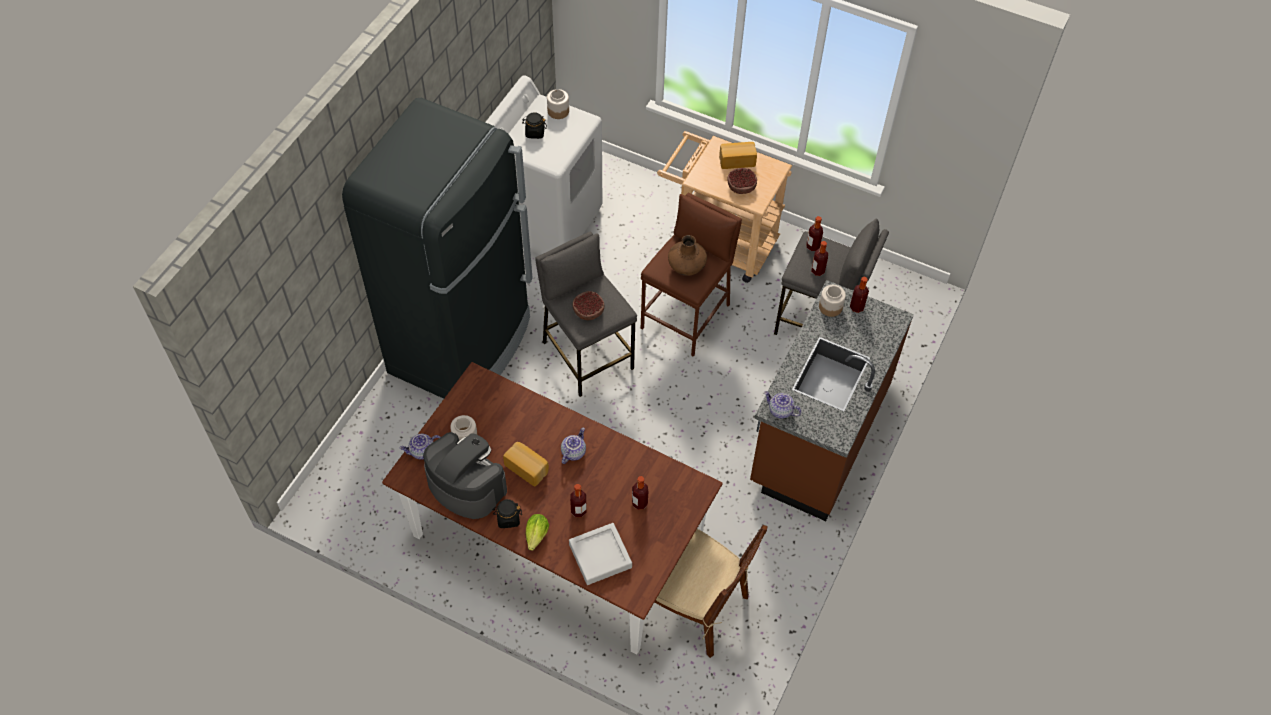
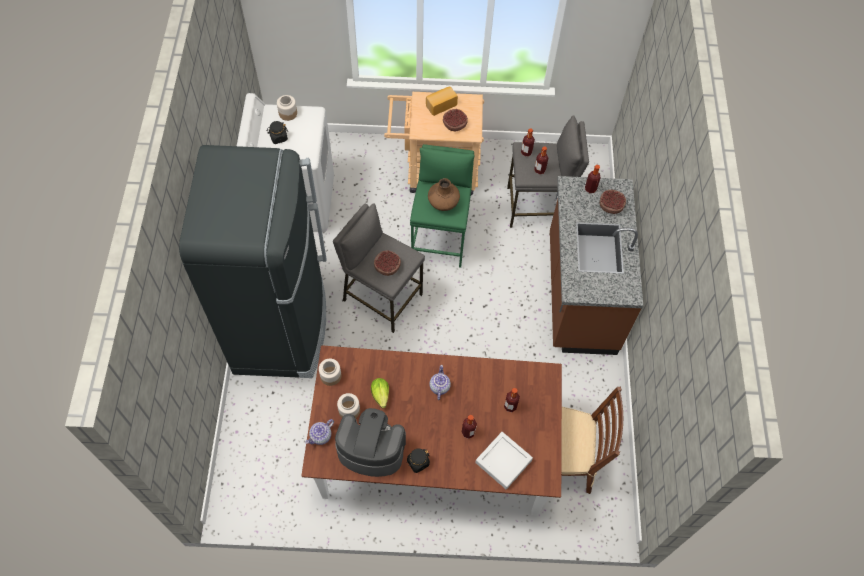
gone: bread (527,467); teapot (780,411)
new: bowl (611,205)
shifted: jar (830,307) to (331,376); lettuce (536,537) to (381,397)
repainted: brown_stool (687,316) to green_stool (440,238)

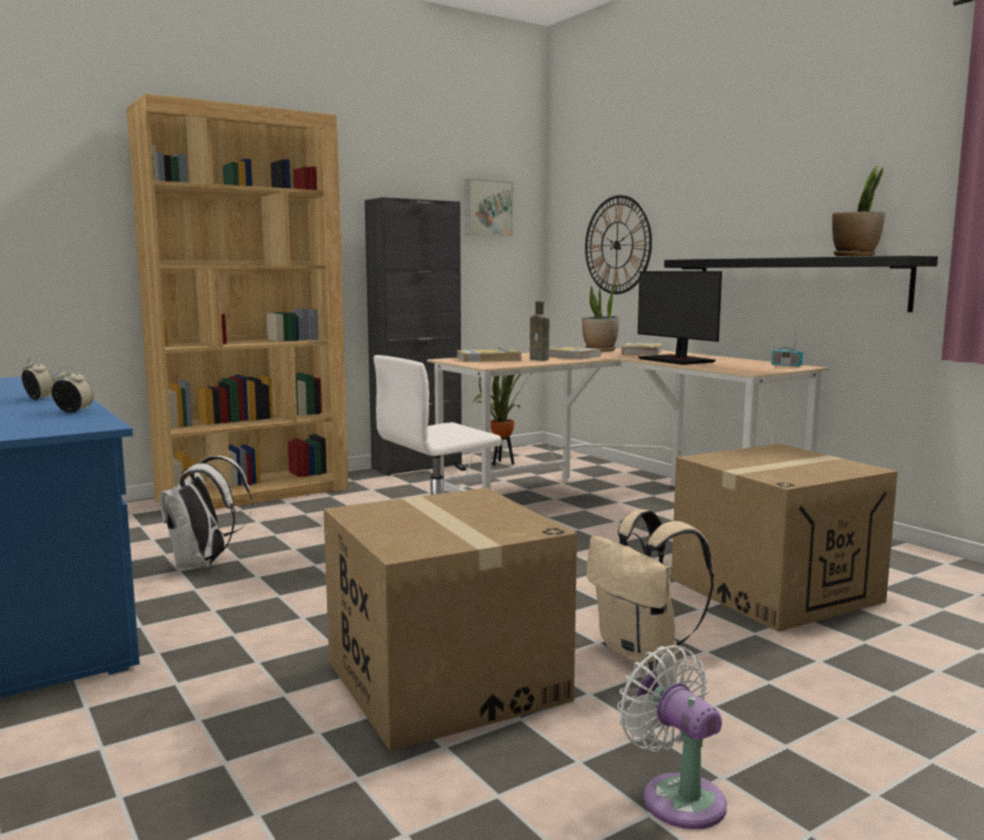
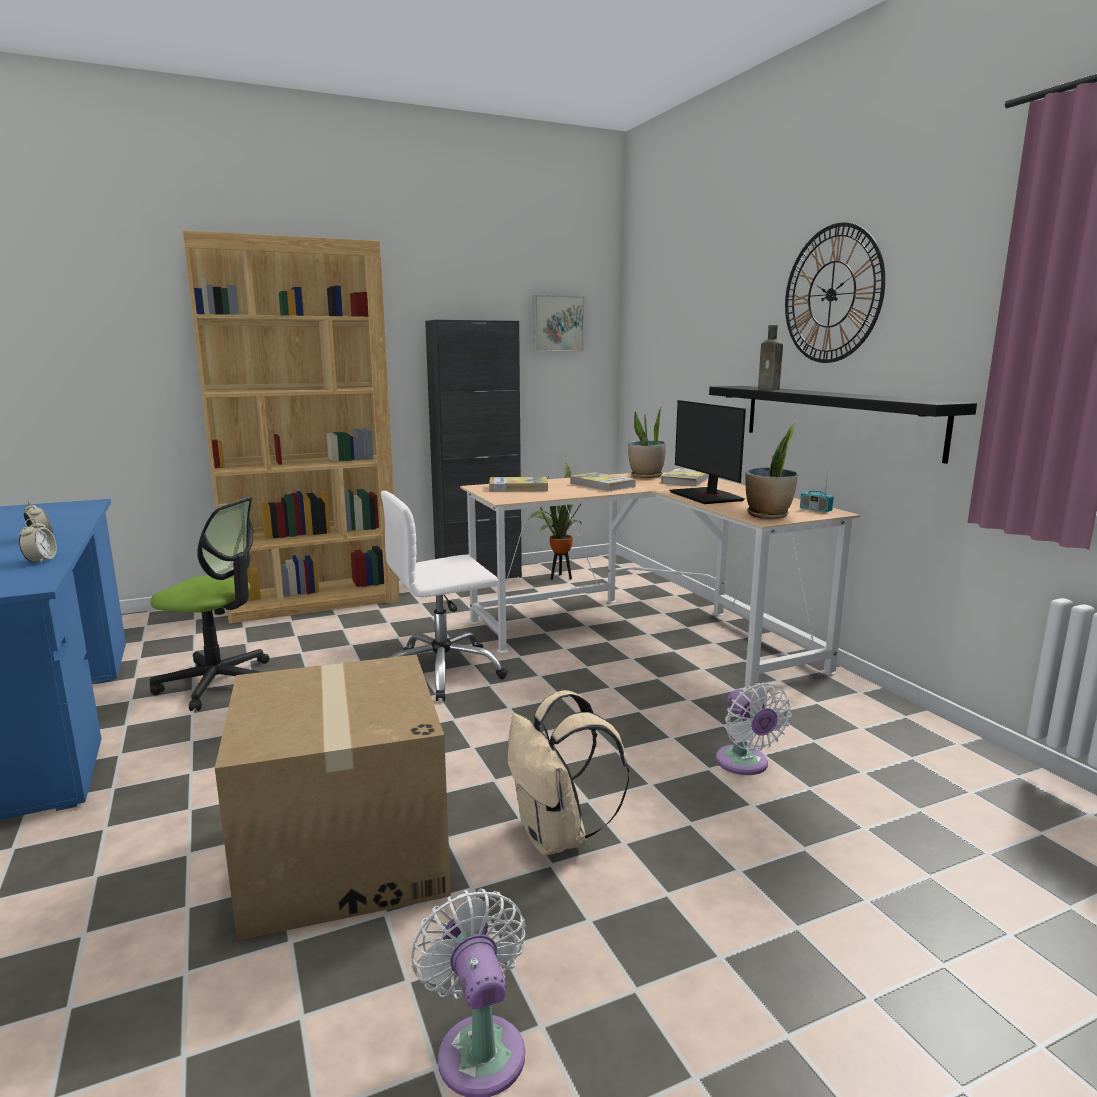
shifted: potted_plant (855,256) to (768,515); brown_bottle (540,359) to (770,389); wall_clock (617,245) to (831,294)
swapped: white_backpack (204,563) to office_chair (219,683); cardboard_box (774,590) to white_fan (744,764)
rotated: alarm_clock (74,411) = (41,561) 60 degrees clockwise

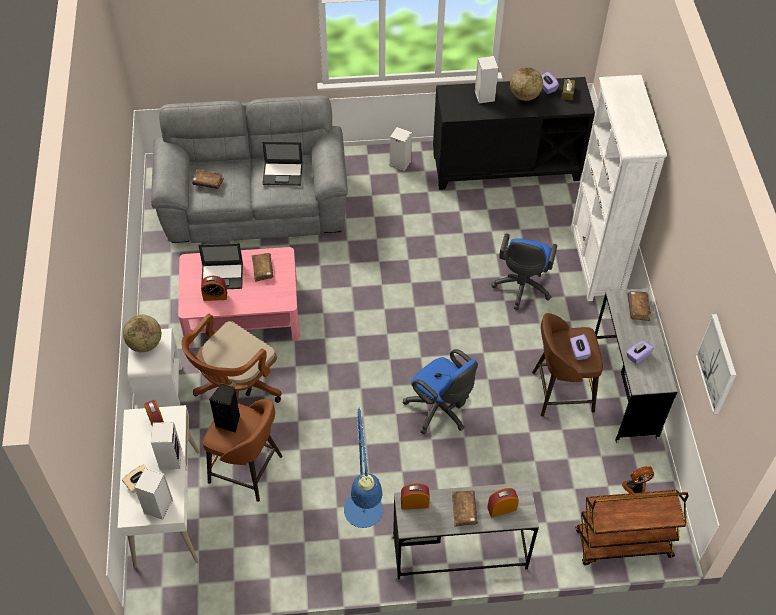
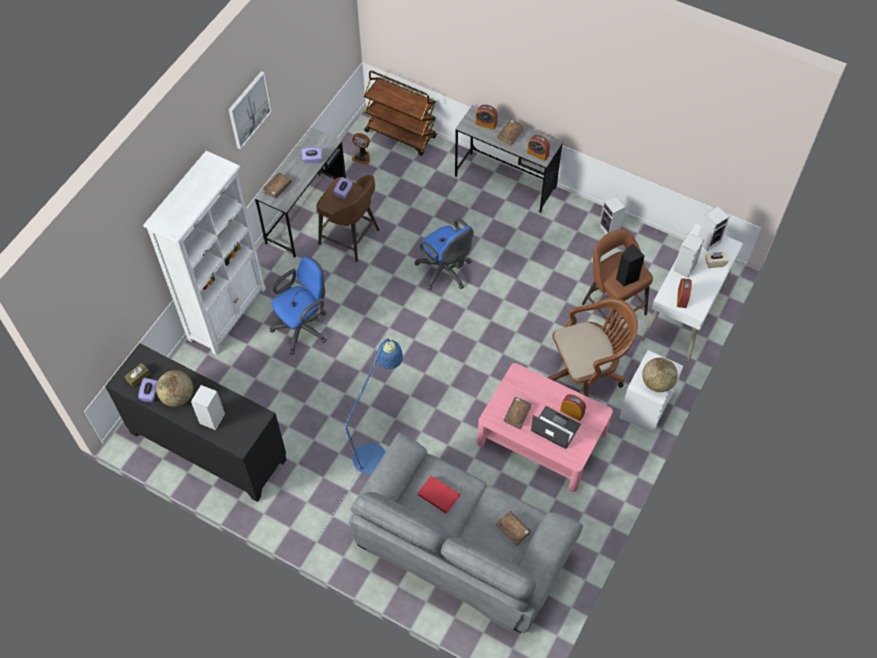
shifted: picture (717,364) to (249,109); blue_floor_lamp (364,519) to (374,450); speaker (399,163) to (610,229)
swapped: laptop (283,174) to red_book (437,496)
rotated: blue_office_chair (440,411) = (446,272) 150 degrees clockwise

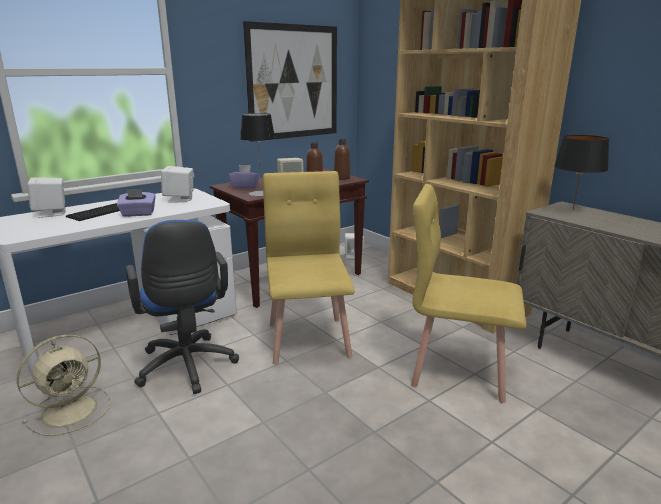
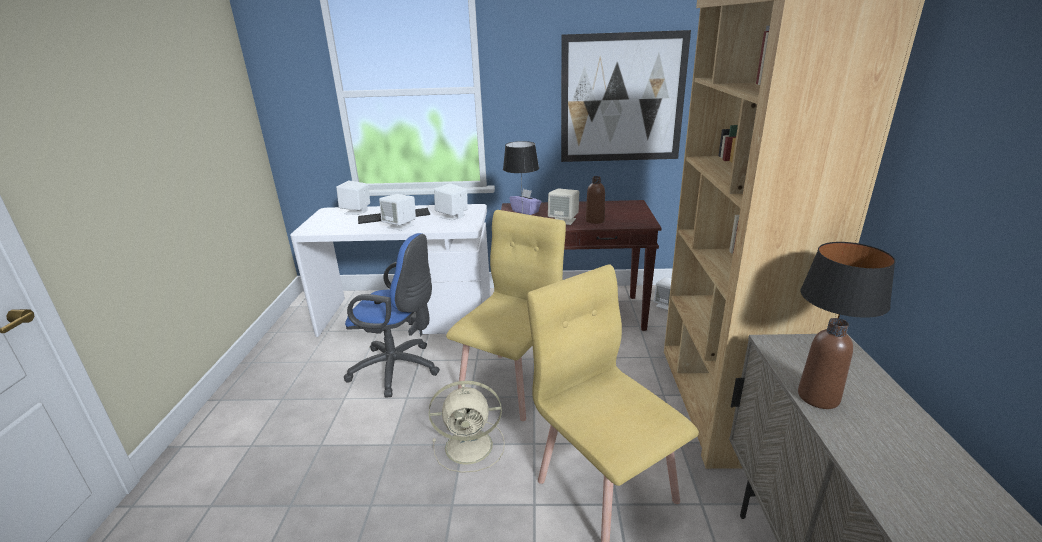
shifted: beige_fan (72,410) to (471,446); brown_bottle (342,178) to (818,397)
swapped: purple_tissue_box (138,214) to white_speaker (400,226)
rotated: blue_office_chair (187,368) = (399,369) 90 degrees counterclockwise

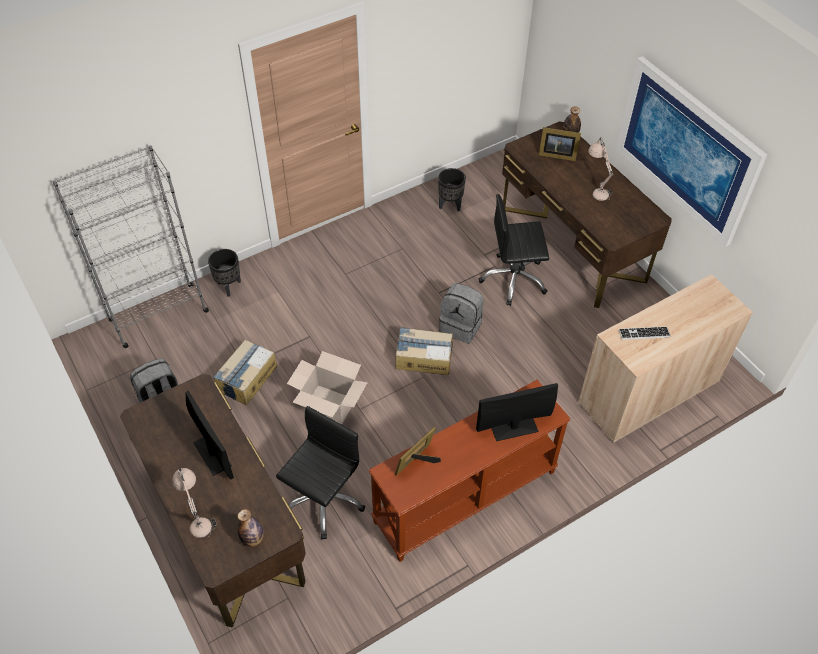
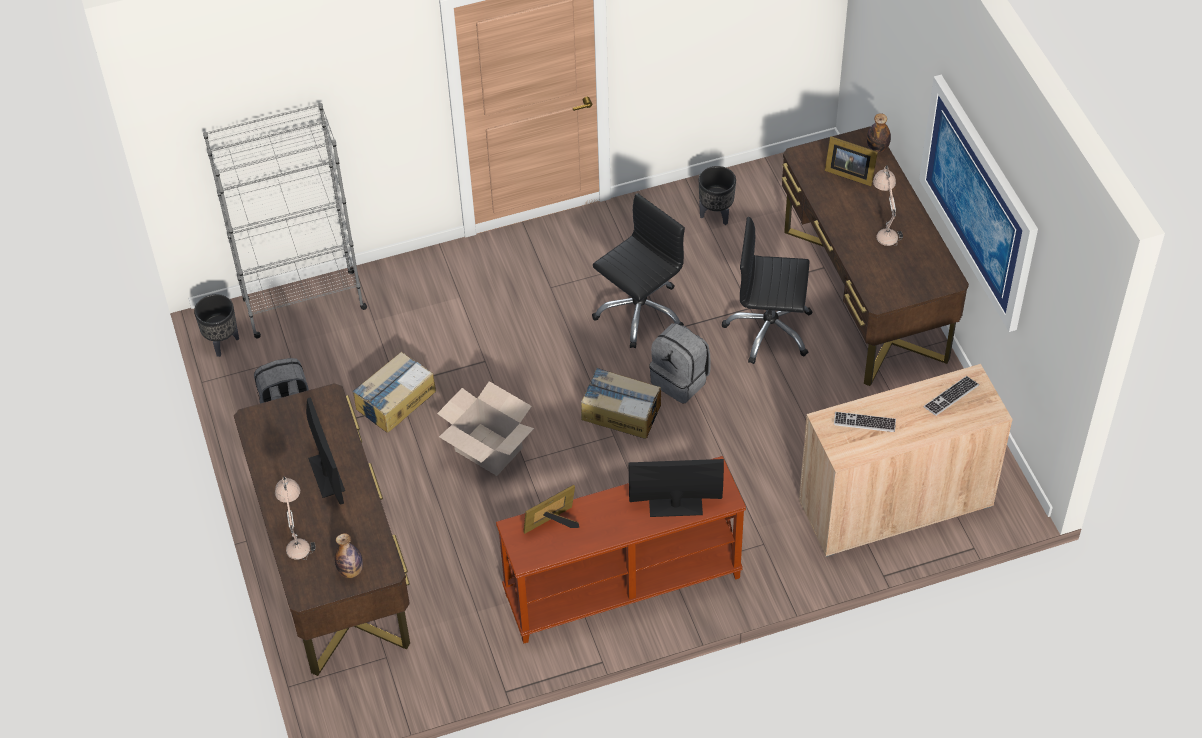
new: keyboard (951,397)
shifted: black_planter (228,286) to (222,343); black_office_chair (323,500) to (639,311)

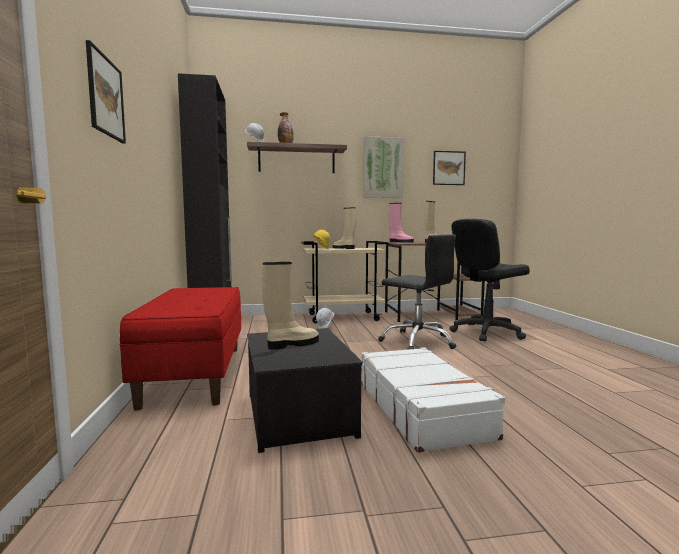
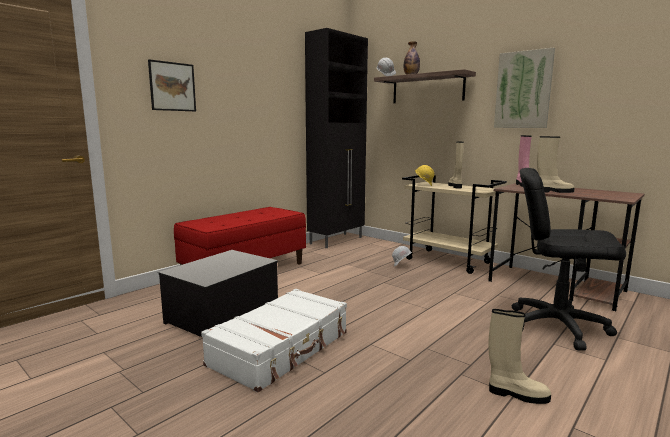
gone: black_office_chair (418,341); picture (449,168)
shifted: beige_boot (292,344) to (516,394)

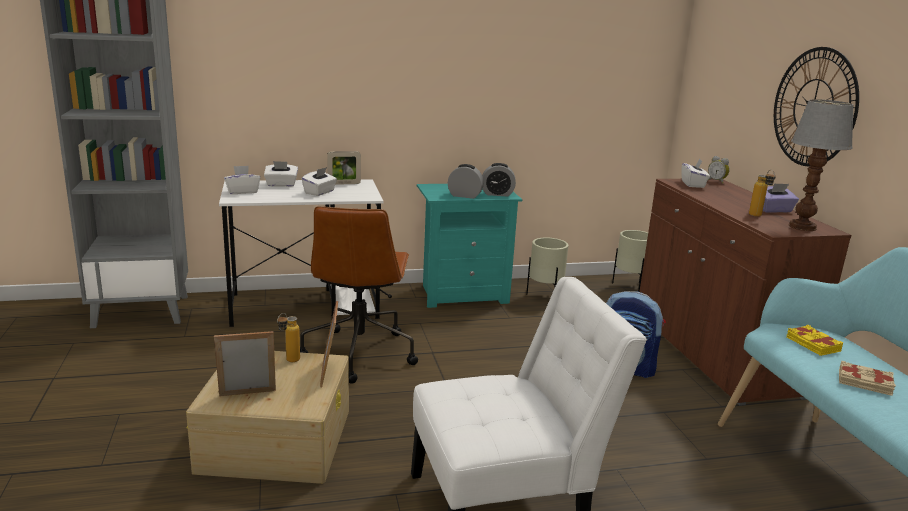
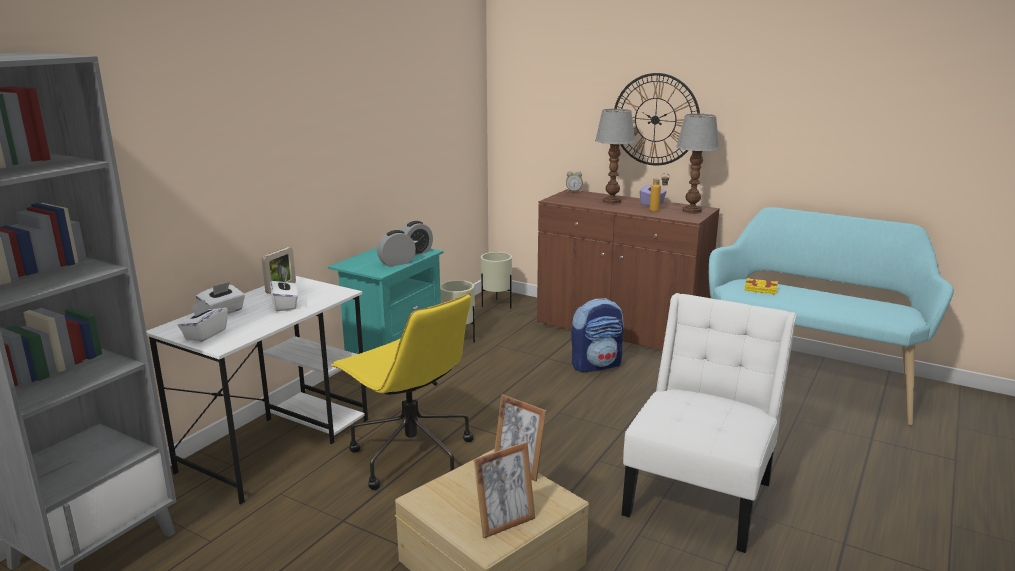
gone: bottle (288,361); white_tissue_box (693,184); beige_book (864,383)
new: table_lamp (612,201)
repainted: brown_office_chair (359,352) to yellow_office_chair (410,456)
rotated: picture_frame (247,396) = (505,523) 150 degrees counterclockwise

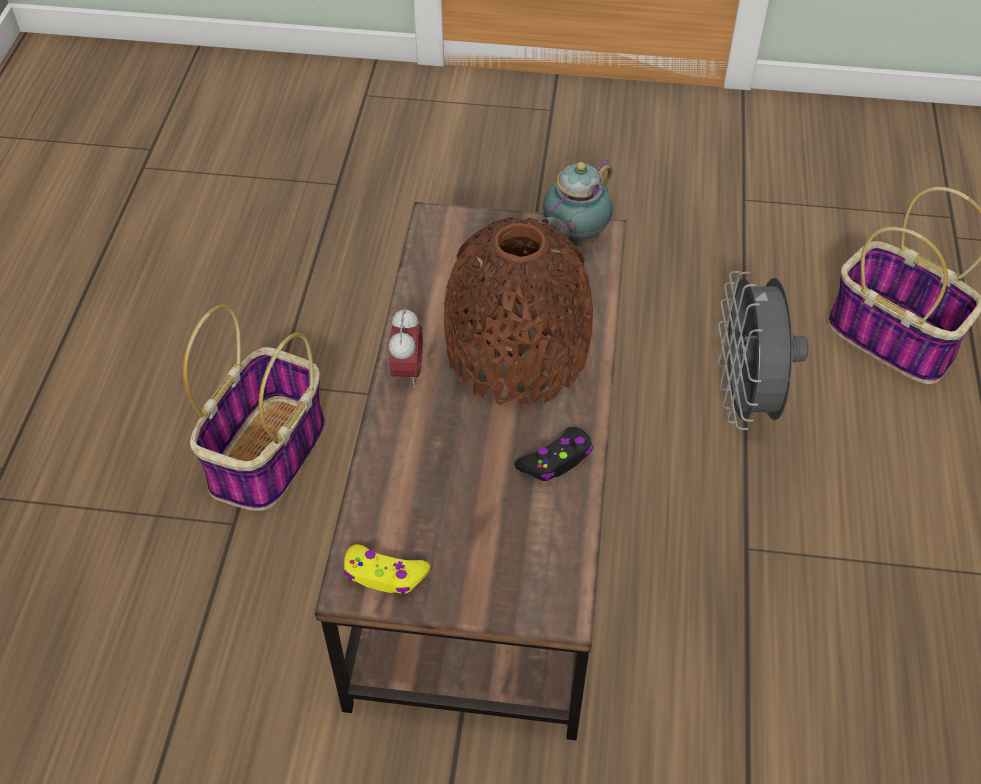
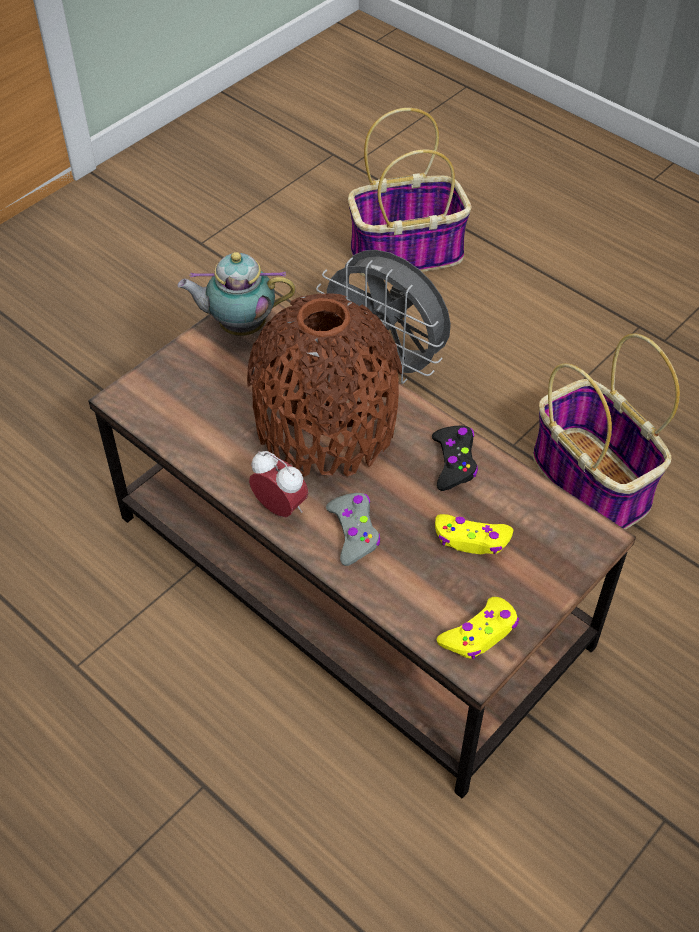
new: grey_game_controller (354,532); yellow_game_controller (471,540)
shifted: basket (268,456) to (593,482)
rotated: teapot (572,240) = (239,326) 105 degrees clockwise

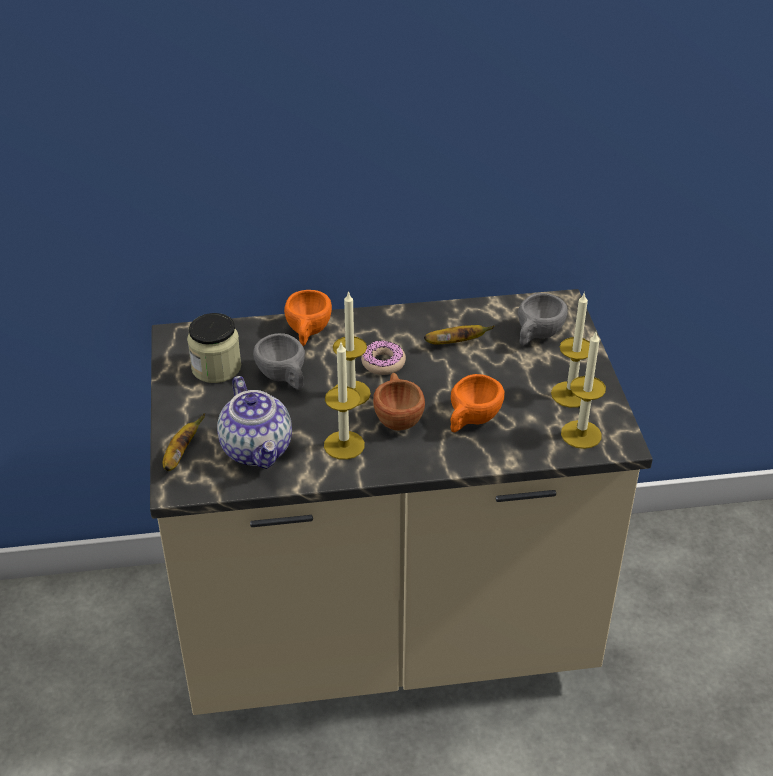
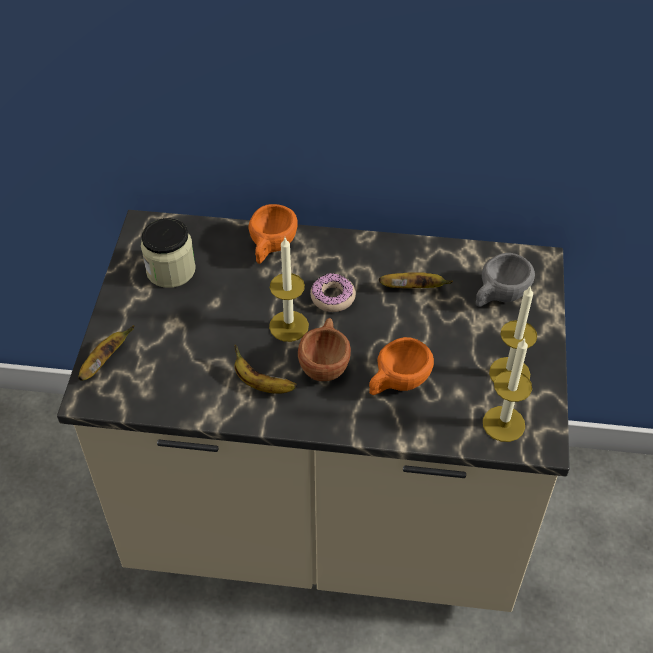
gone: teapot (258,449); grey_cup (284,378)
swapped: candle (344,445) to banana (261,384)

